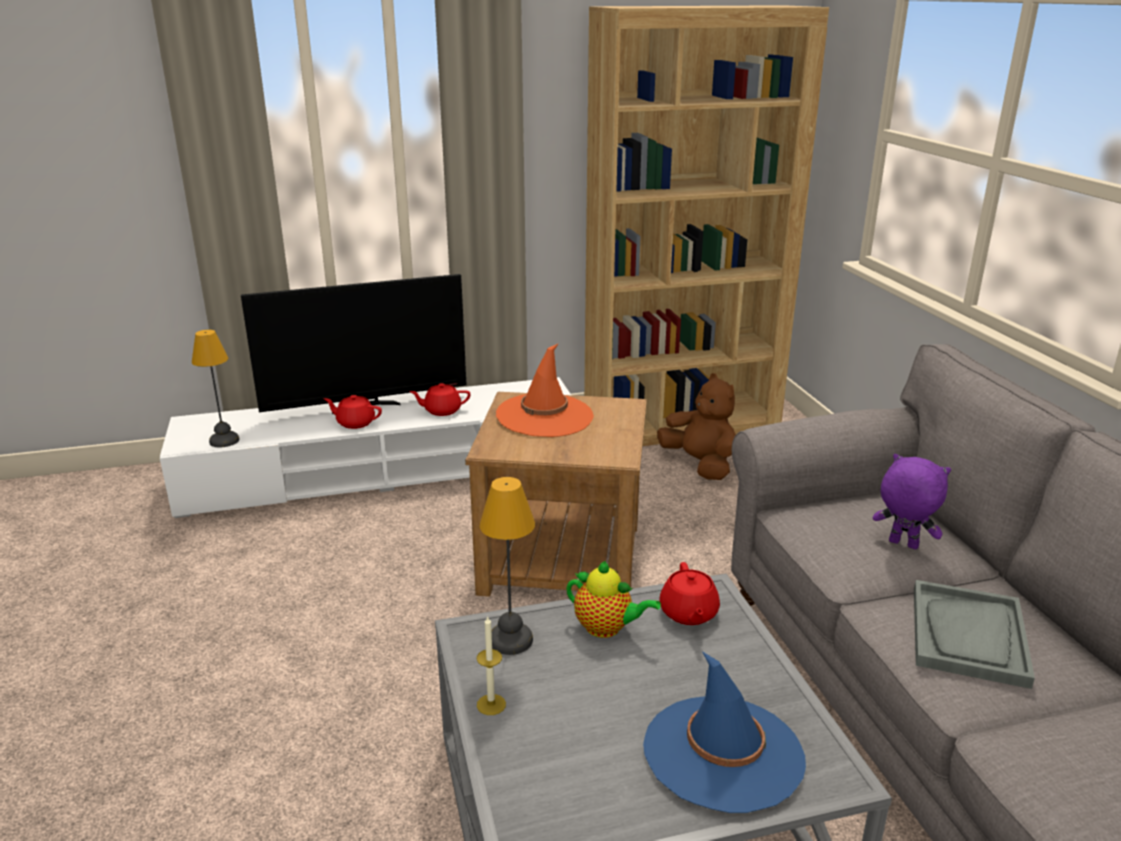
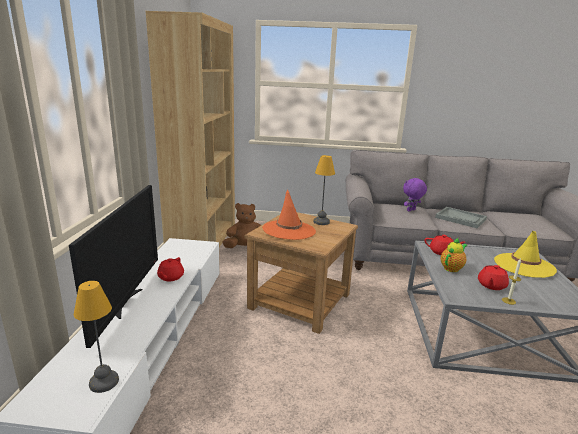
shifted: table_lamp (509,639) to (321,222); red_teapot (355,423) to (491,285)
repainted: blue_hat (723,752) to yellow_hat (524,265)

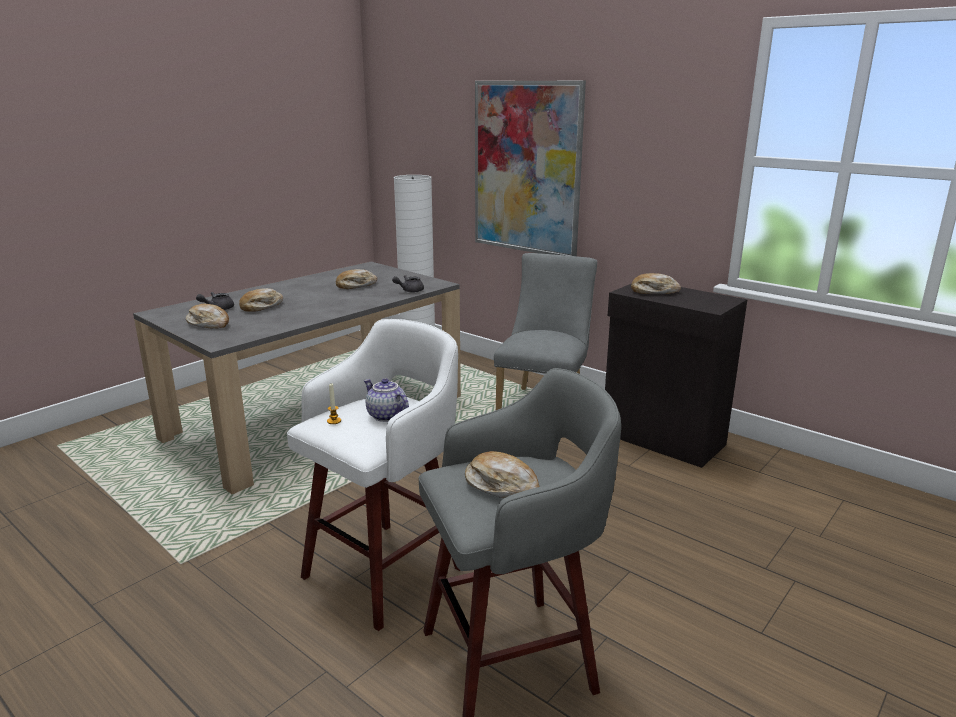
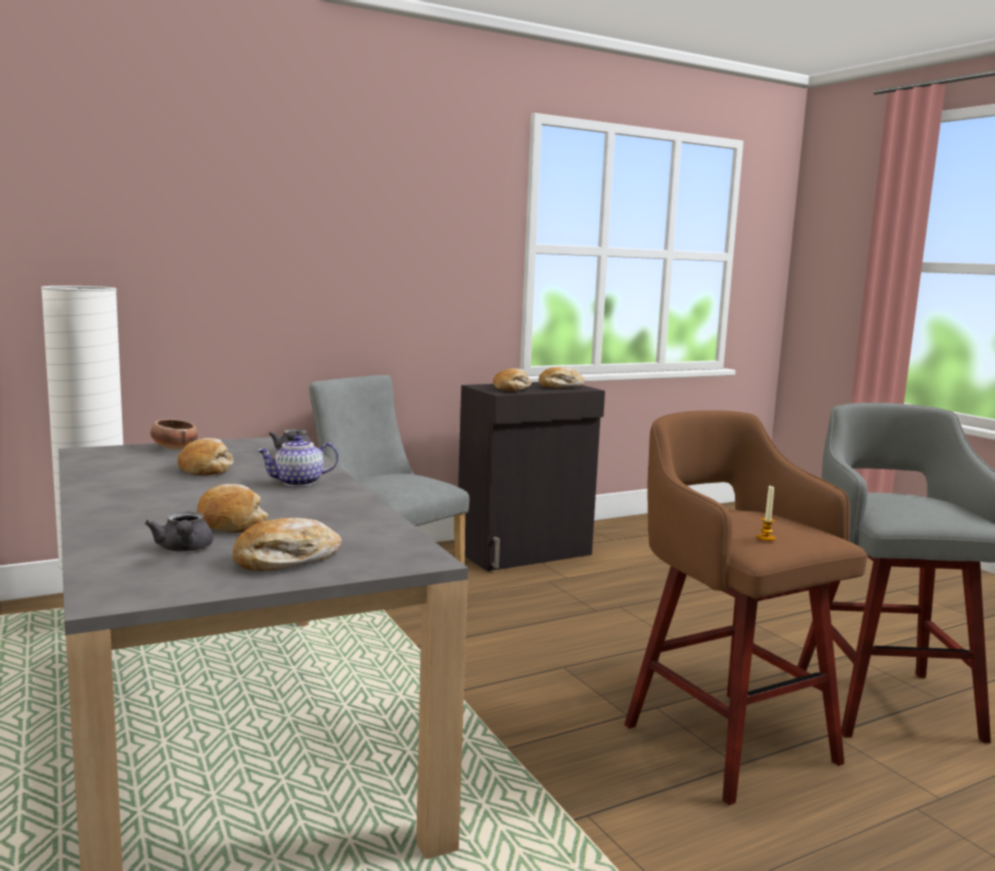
gone: picture (526,168)
new: bowl (174,448)
shifted: teapot (385,416) to (298,483); bread (502,486) to (560,386)
repainted: white_stool (387,570) to brown_stool (725,740)

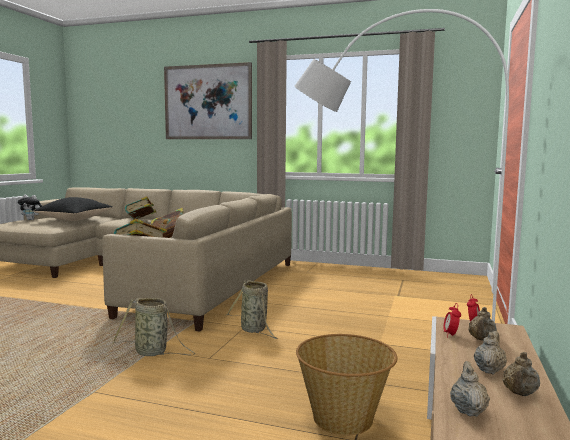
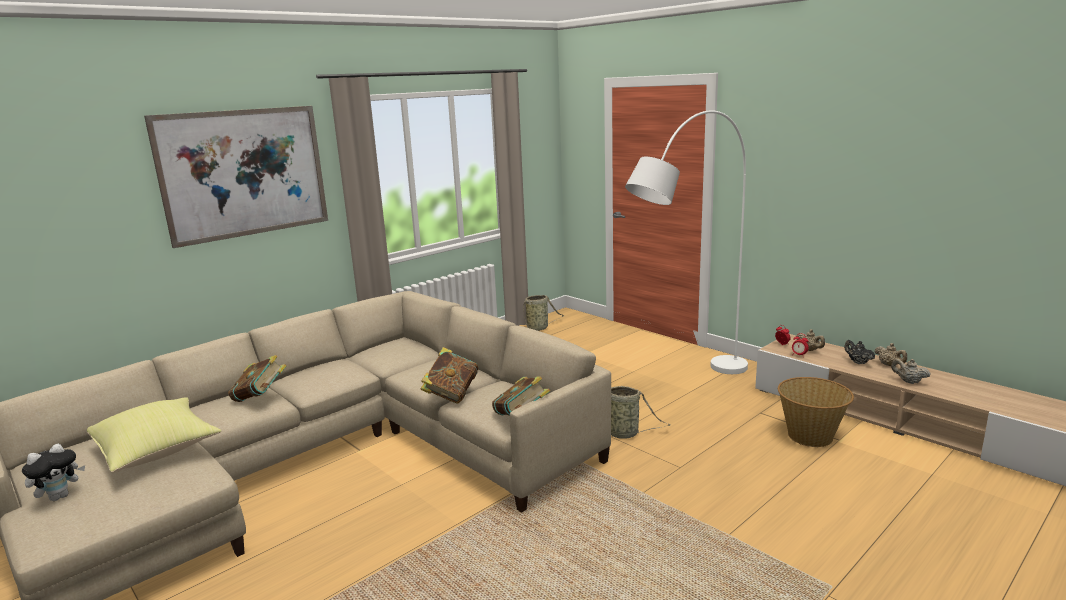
shifted: basket (153,352) to (539,328)
repainted: black_pillow (74,220) to yellow_pillow (158,451); beige_teapot (489,370) to black_teapot (857,362)

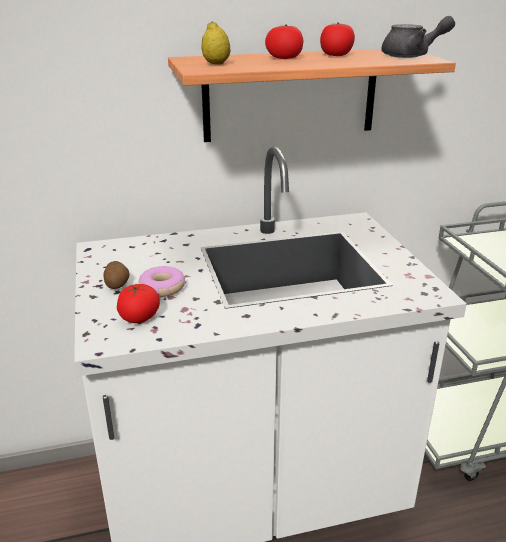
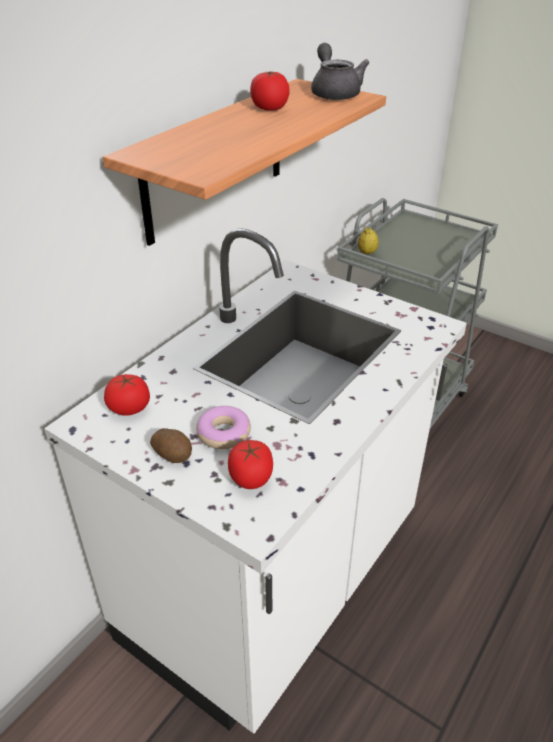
shifted: tomato (284,58) to (129,408); lemon (216,63) to (367,252)
rotated: grey_teapot (412,55) = (334,93) 60 degrees counterclockwise

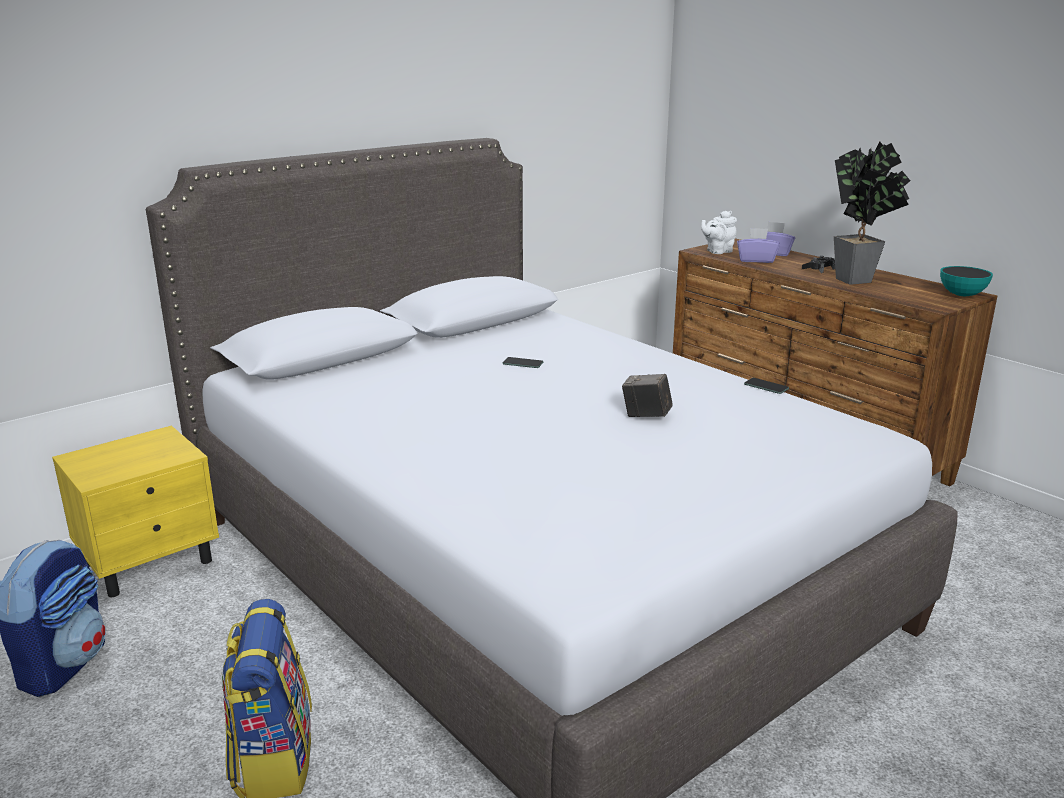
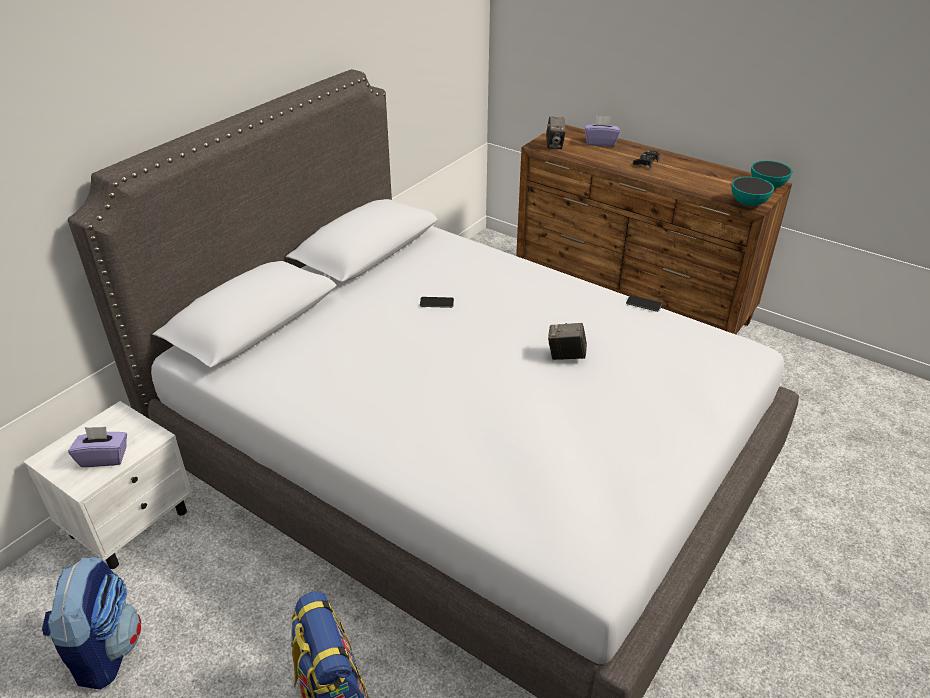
gone: potted_plant (860,280)
new: bowl (748,204)
shifted: purple_tissue_box (756,260) to (104,457)
swapped: white_teapot (717,251) to photo_camera (554,145)
repainted: yellow_nightstand (151,562) to white_nightstand (131,522)

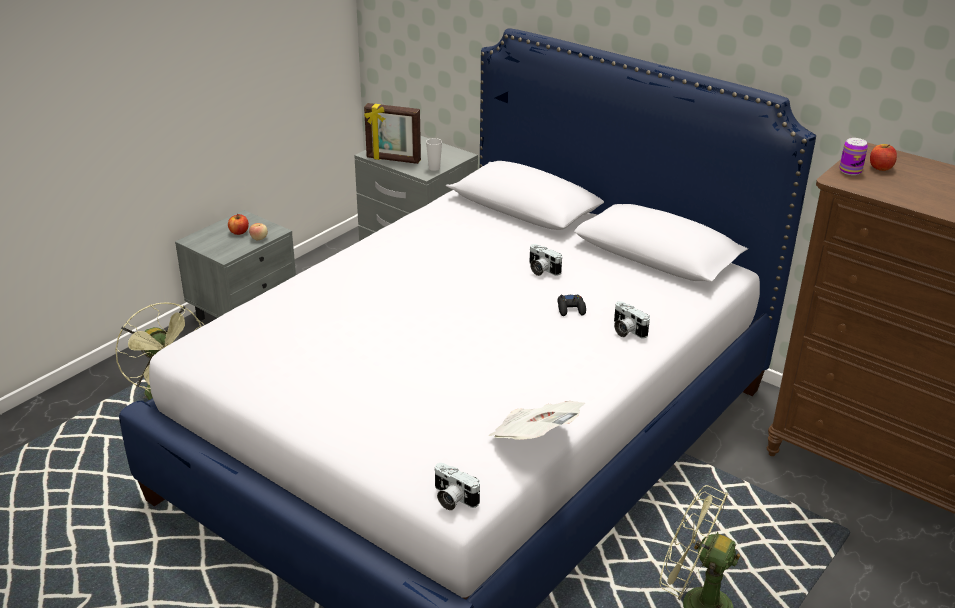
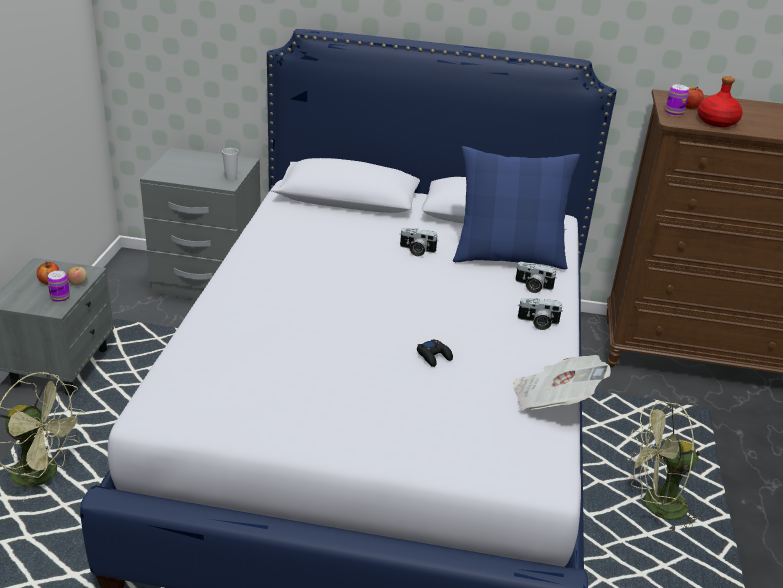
gone: picture_frame (393,160)
new: can (60,297); blue_pillow (508,257); red_bottle (717,122)
shifted: black_game_controller (571,309) to (434,356); photo_camera (452,499) to (538,323)

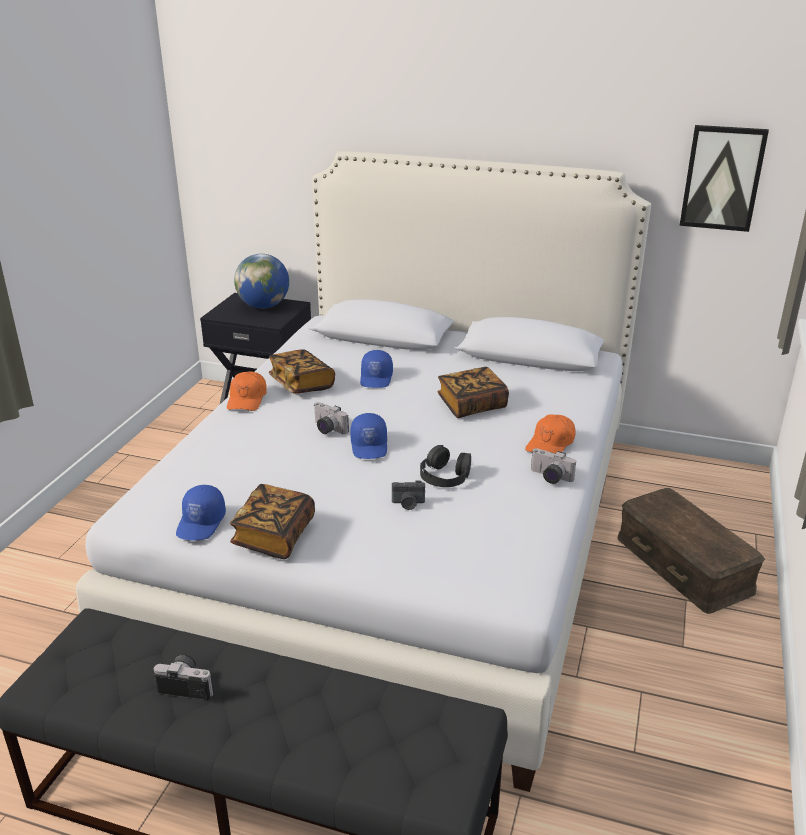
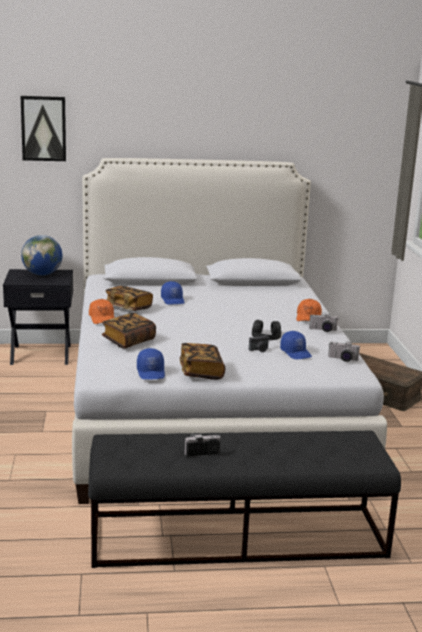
shifted: picture (722,178) to (43,128); book (472,405) to (128,340); blue_cap (370,446) to (296,353); photo_camera (327,429) to (342,359)

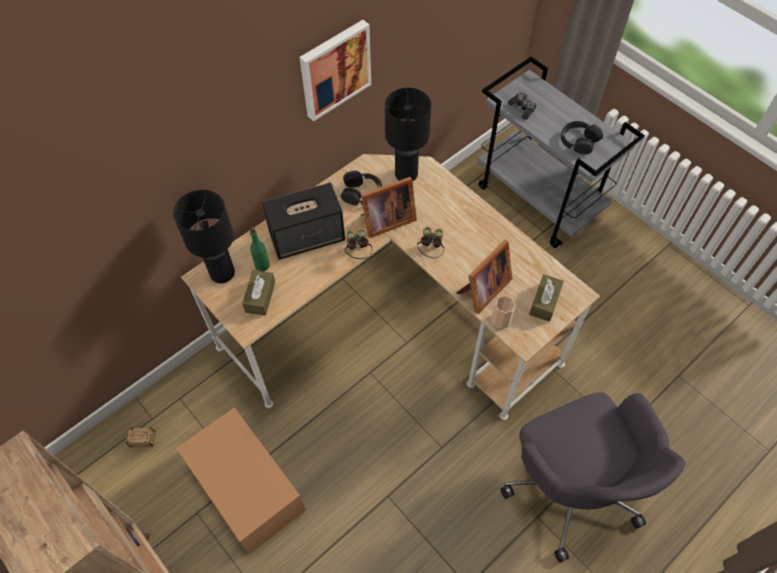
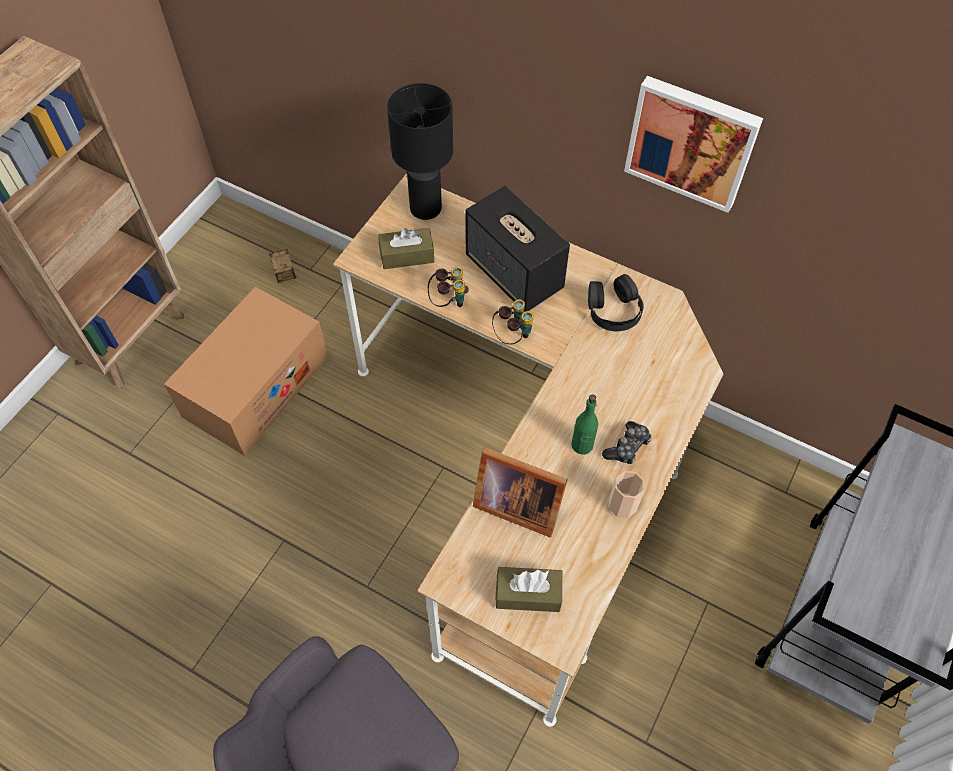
gone: picture_frame (385,220); black_table_lamp (405,174); black_headphones (579,141)
shifted: binoculars (430,252) to (448,300); green_bottle (262,265) to (582,445); game_controller (522,108) to (627,447); cup (500,320) to (622,505)

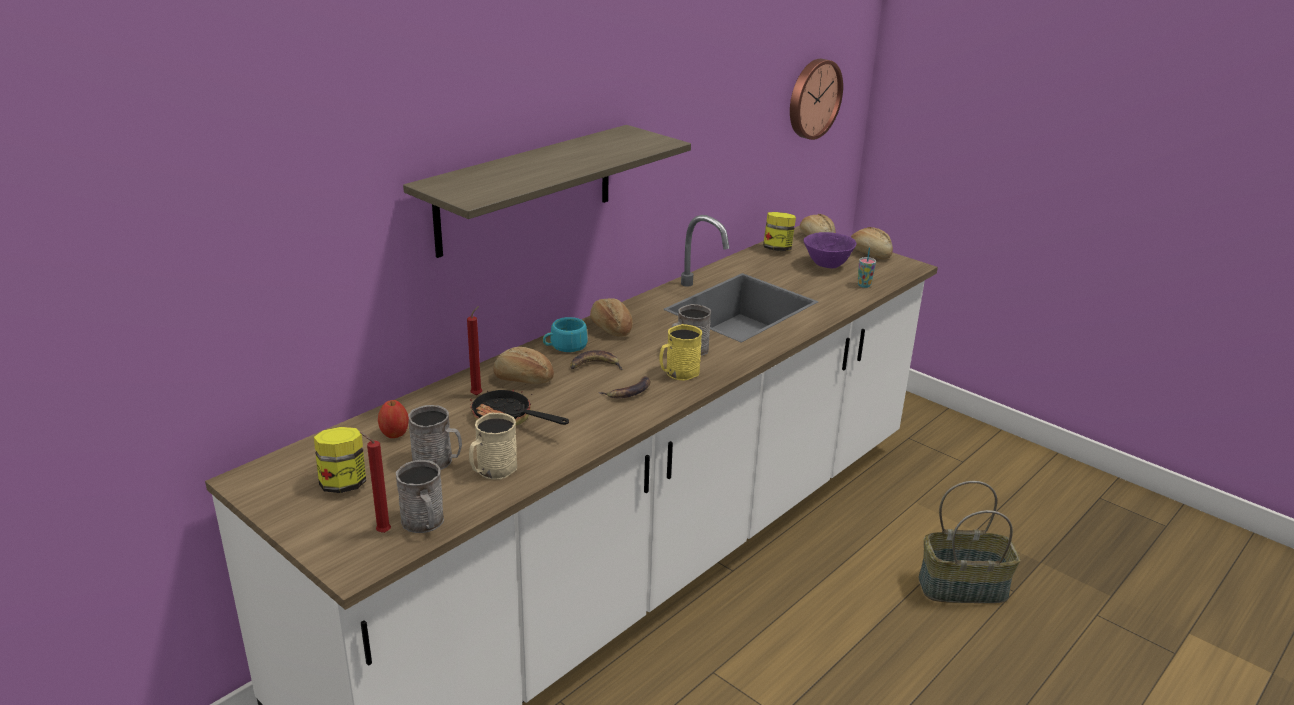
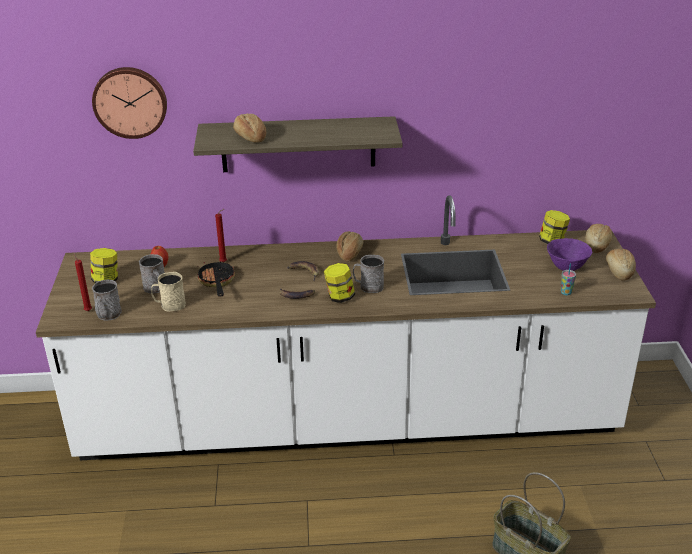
gone: turquoise_cup (564,346)
shifted: wall_clock (812,98) to (130,101); bread (523,379) to (250,137)
swapped: yellow_mug (678,373) to jar (339,297)

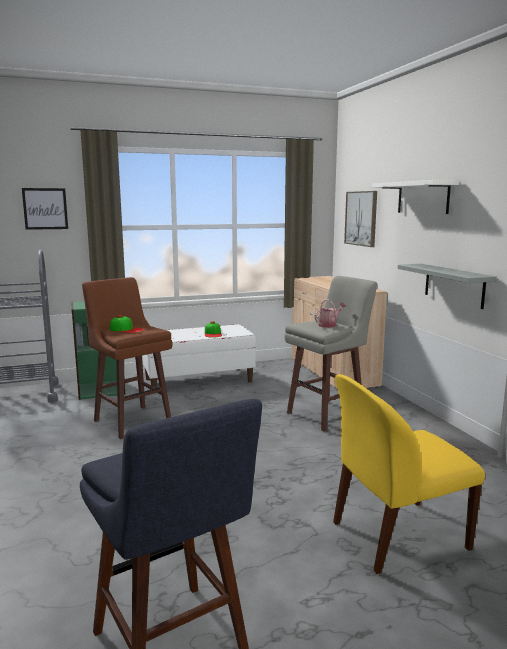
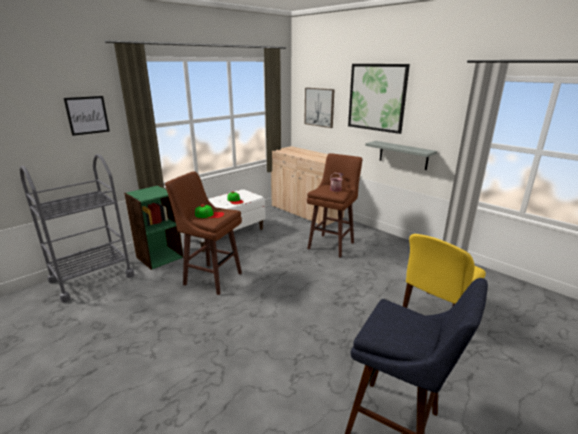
swapped: white_shelf (423,197) to picture (377,97)
repainted: grey_stool (327,415) to brown_stool (332,245)

